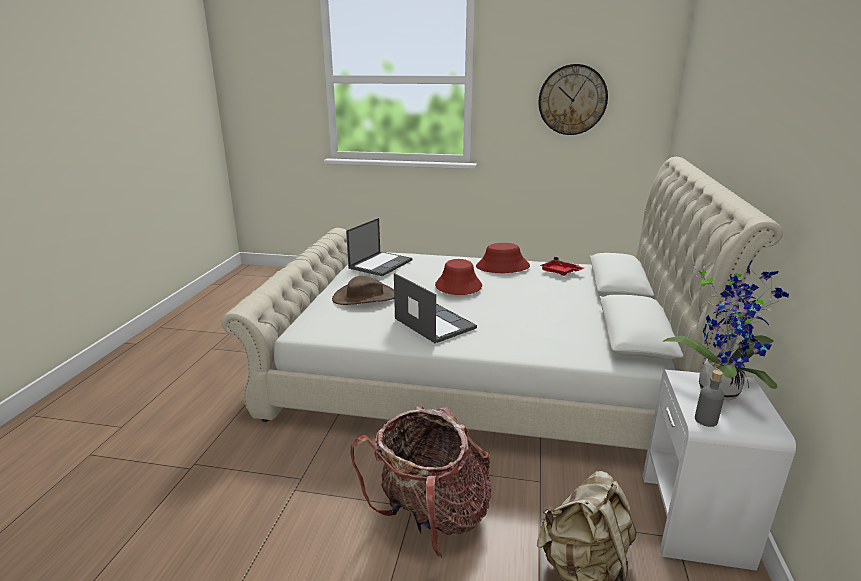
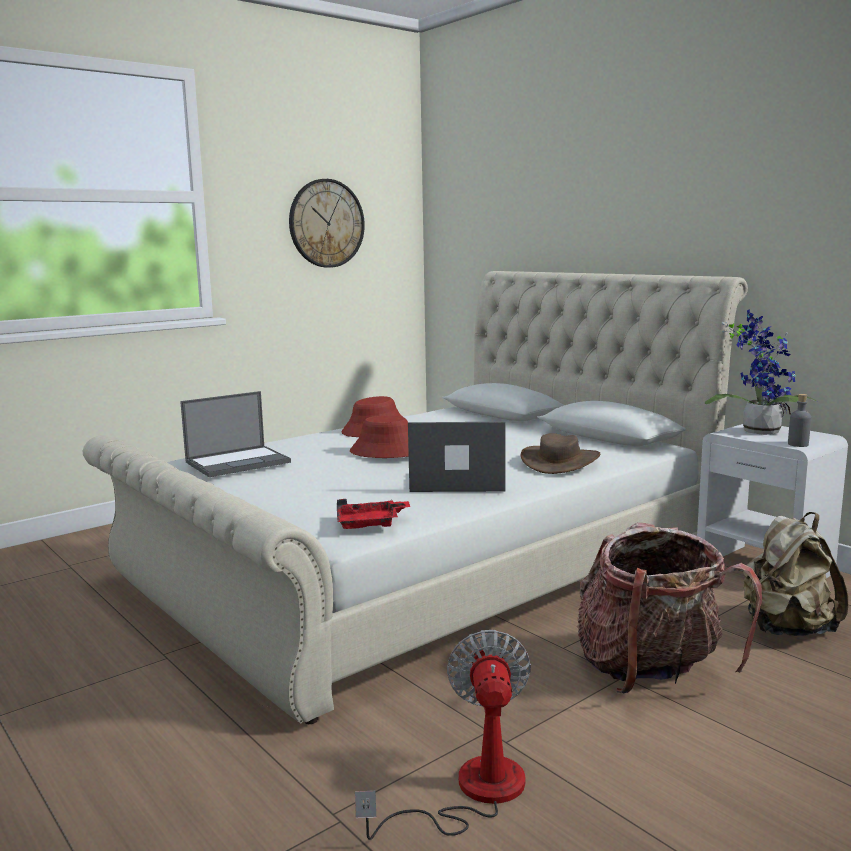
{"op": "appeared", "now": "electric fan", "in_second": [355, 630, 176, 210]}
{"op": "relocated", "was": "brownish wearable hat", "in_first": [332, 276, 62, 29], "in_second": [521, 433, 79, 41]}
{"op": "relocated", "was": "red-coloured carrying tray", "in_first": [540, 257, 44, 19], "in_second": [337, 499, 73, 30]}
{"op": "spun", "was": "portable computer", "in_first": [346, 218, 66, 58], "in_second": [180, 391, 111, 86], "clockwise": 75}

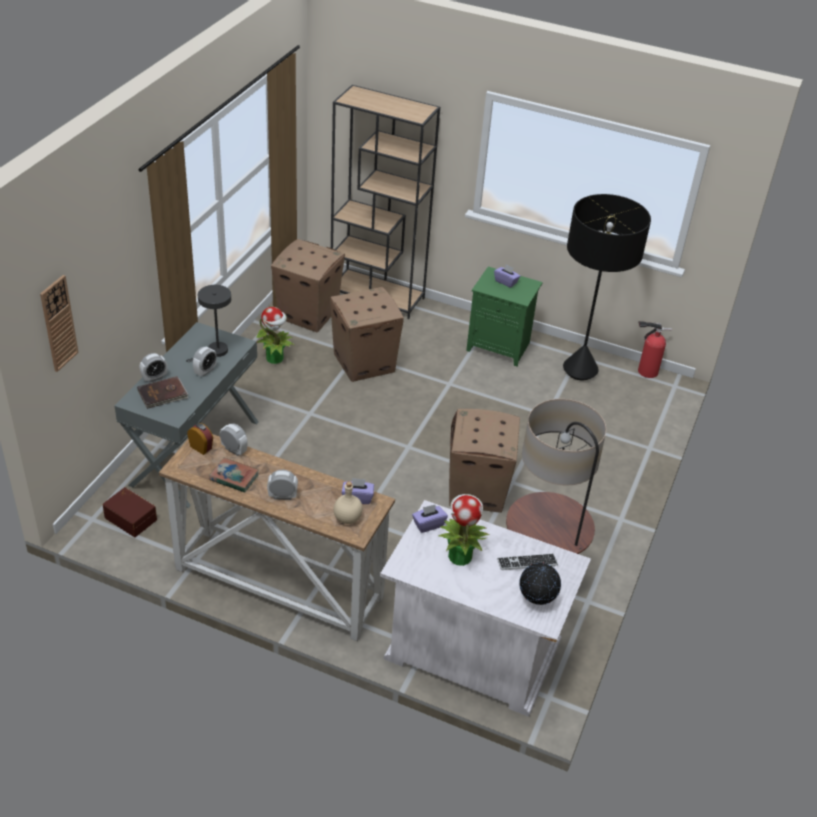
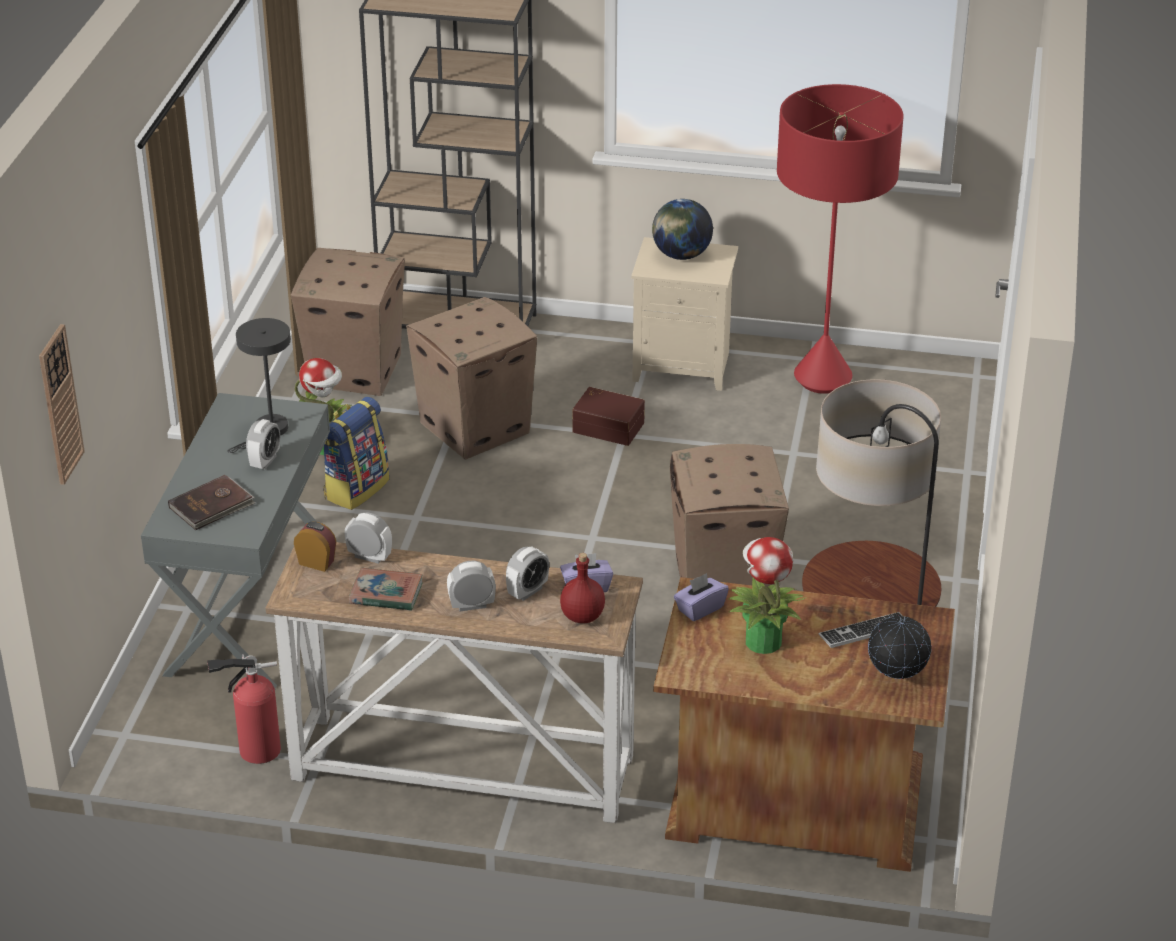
{"op": "appeared", "now": "backpack", "in_second": [323, 397, 66, 113]}
{"op": "relocated", "was": "brownish storage box", "in_first": [102, 487, 55, 50], "in_second": [572, 387, 73, 59]}
{"op": "relocated", "was": "alarm clock", "in_first": [140, 353, 27, 30], "in_second": [506, 546, 43, 55]}
{"op": "relocated", "was": "fire extinguisher", "in_first": [638, 321, 34, 57], "in_second": [207, 654, 74, 110]}
{"op": "exchanged", "was": "purple-coloured tissue holder", "now": "world globe", "in_first": [494, 264, 26, 24], "in_second": [652, 199, 61, 61]}
{"op": "colour", "was": "beige drink bottle", "now": "red-coloured drink bottle", "in_first": [333, 481, 30, 43], "in_second": [560, 553, 45, 70]}
{"op": "colour", "was": "white-coloured cabinet", "now": "brownish cabinet", "in_first": [380, 500, 211, 217], "in_second": [653, 577, 302, 295]}
{"op": "colour", "was": "greenish nightstand", "now": "beige nightstand", "in_first": [466, 266, 77, 101], "in_second": [631, 237, 107, 154]}
{"op": "colour", "was": "black standard lamp", "now": "red-coloured standard lamp", "in_first": [563, 194, 88, 186], "in_second": [777, 84, 127, 310]}

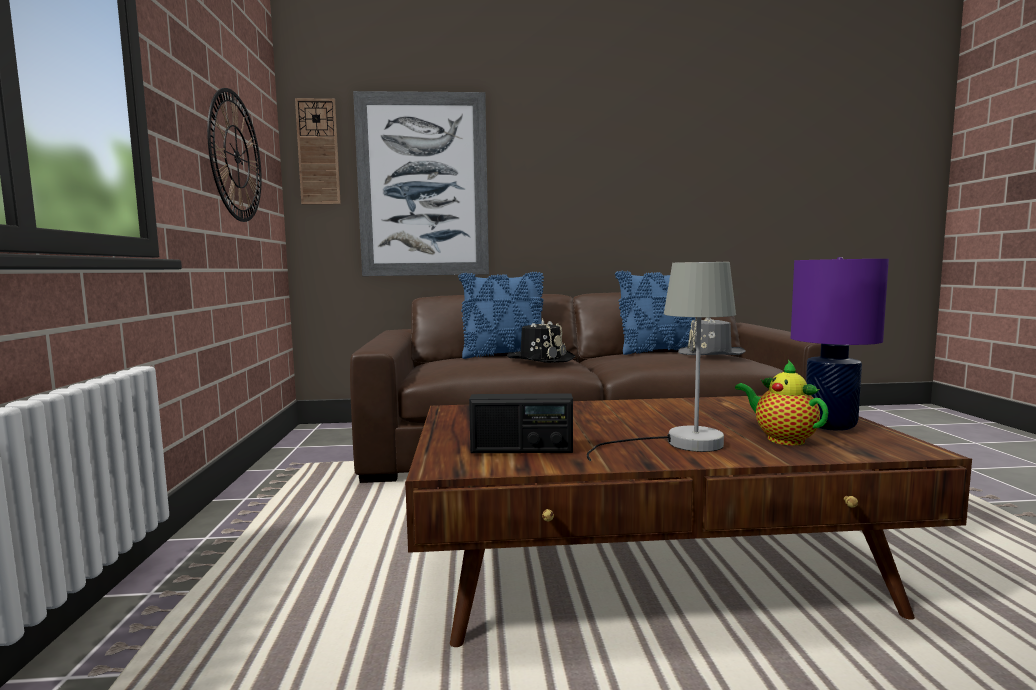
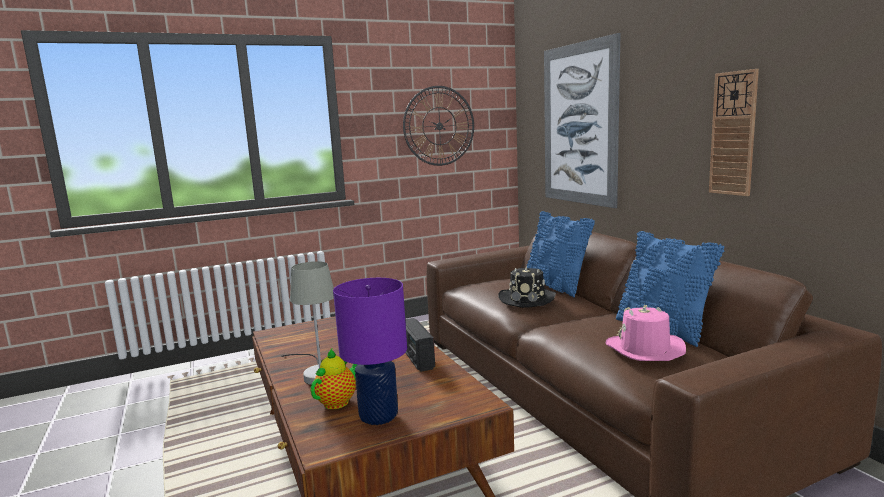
{"op": "relocated", "was": "wall clock", "in_first": [295, 98, 46, 107], "in_second": [709, 69, 50, 127]}
{"op": "relocated", "was": "radio", "in_first": [469, 393, 104, 60], "in_second": [405, 318, 30, 54]}
{"op": "colour", "was": "greyish wearable hat", "now": "pink wearable hat", "in_first": [678, 317, 68, 38], "in_second": [606, 304, 80, 57]}

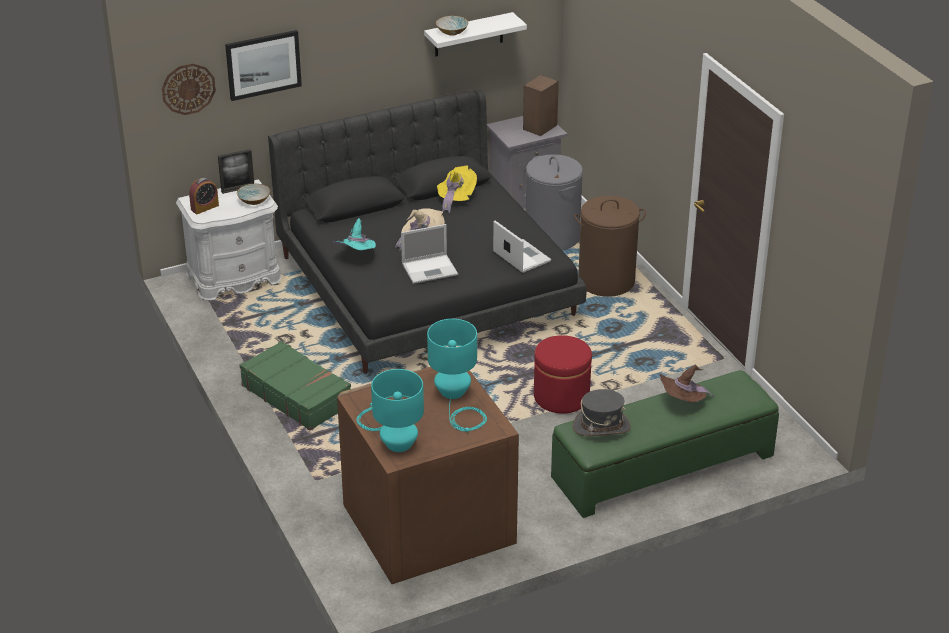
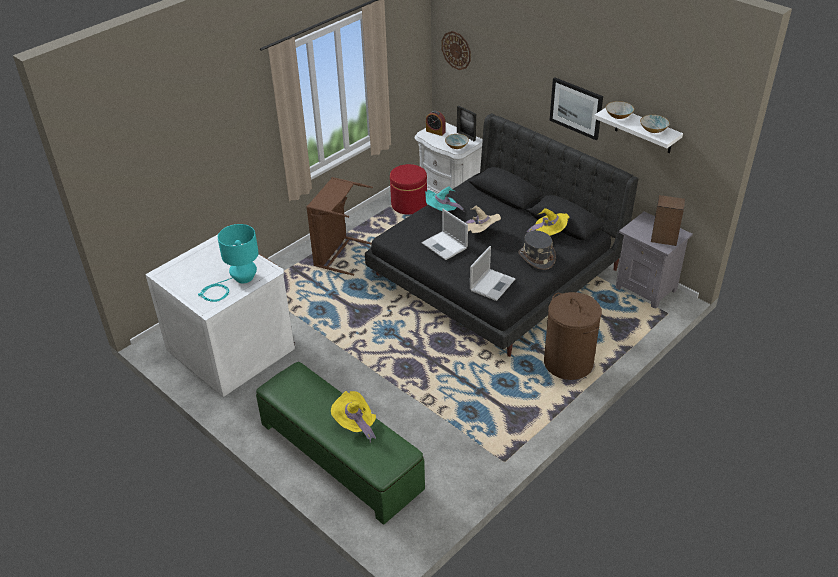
{"op": "missing", "was": "turquoise table lamp", "in_first": [356, 369, 68, 83]}
{"op": "missing", "was": "greyish laundry basket", "in_first": [526, 154, 57, 97]}
{"op": "appeared", "now": "deep dish", "in_second": [640, 115, 30, 18]}
{"op": "relocated", "was": "wall art", "in_first": [225, 30, 77, 71], "in_second": [549, 77, 54, 63]}
{"op": "relocated", "was": "red-coloured footrest", "in_first": [534, 335, 58, 78], "in_second": [390, 164, 37, 51]}
{"op": "relocated", "was": "greyish wearable hat", "in_first": [573, 389, 58, 47], "in_second": [518, 230, 38, 40]}
{"op": "exchanged", "was": "greenish suitcase", "now": "brownish laundry basket", "in_first": [240, 341, 111, 90], "in_second": [306, 177, 67, 99]}
{"op": "colour", "was": "brownish chest of drawers", "now": "white-coloured chest of drawers", "in_first": [337, 367, 182, 217], "in_second": [145, 234, 150, 163]}
{"op": "colour", "was": "brownish wearable hat", "now": "yellow wearable hat", "in_first": [659, 365, 56, 37], "in_second": [331, 391, 45, 51]}

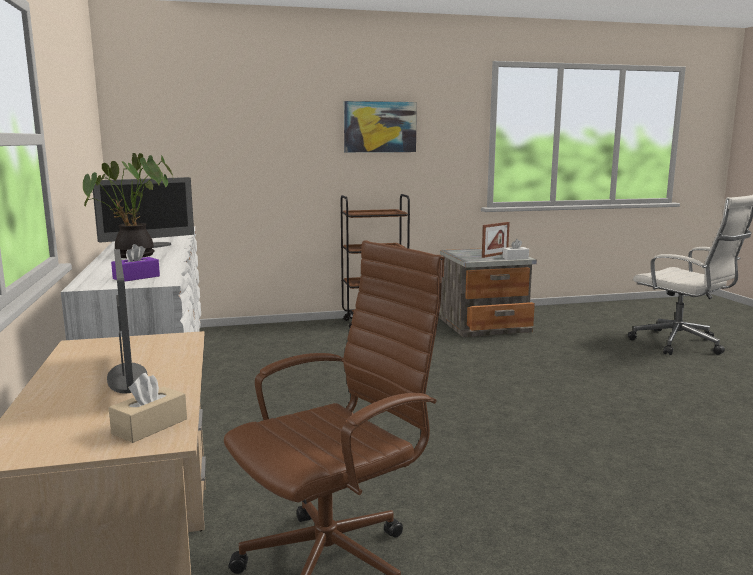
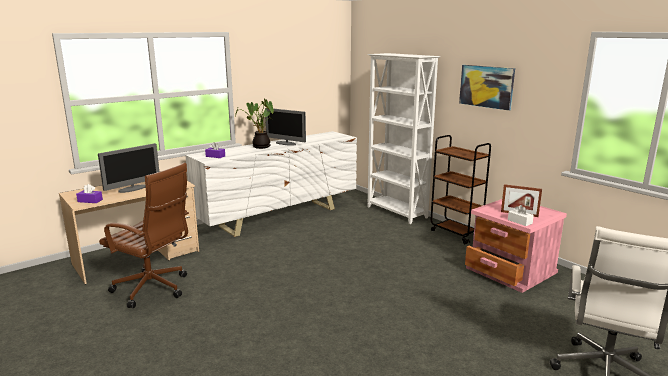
{"op": "appeared", "now": "white-coloured shelving unit", "in_second": [367, 53, 73, 171]}
{"op": "colour", "was": "beige tissue holder", "now": "purple-coloured tissue holder", "in_first": [109, 373, 78, 70], "in_second": [76, 184, 27, 19]}
{"op": "colour", "was": "greyish nightstand", "now": "pink nightstand", "in_first": [439, 248, 98, 89], "in_second": [465, 199, 102, 94]}

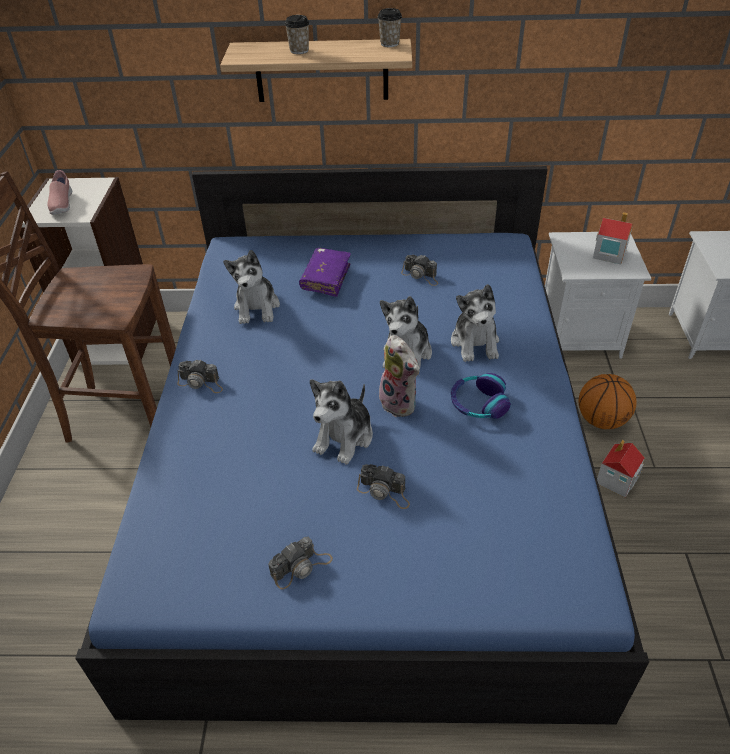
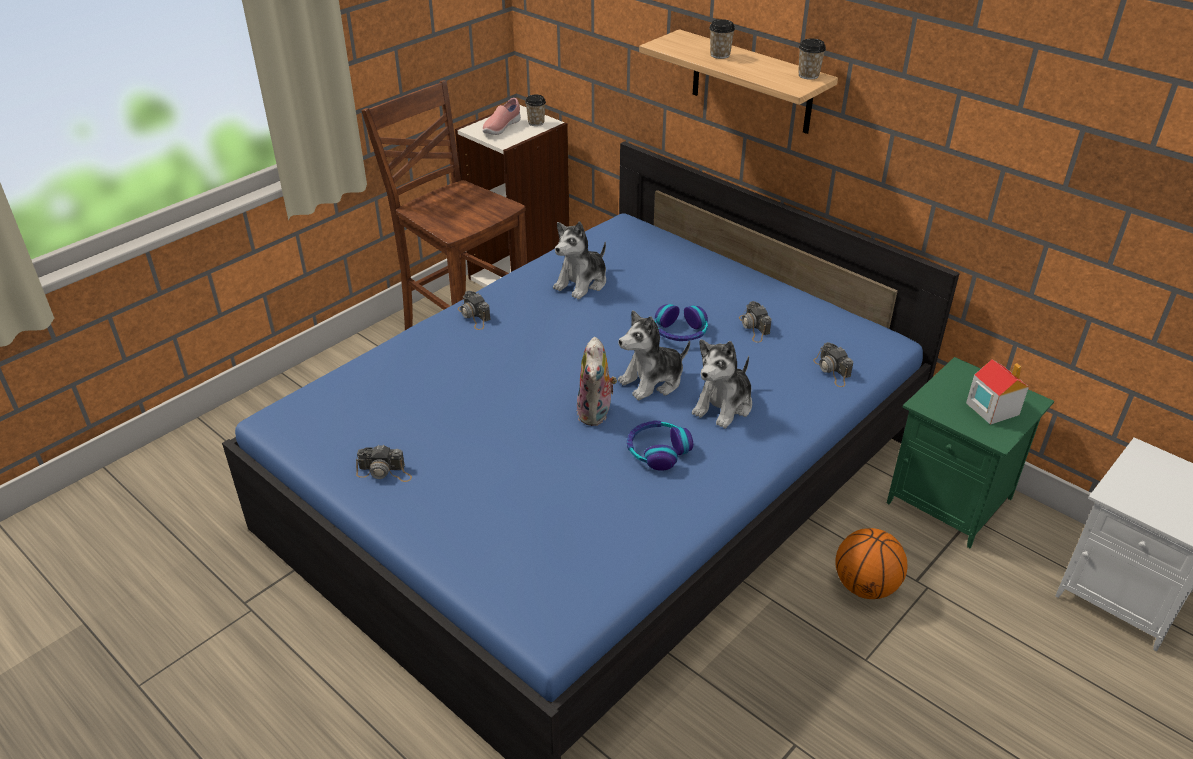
{"op": "missing", "was": "purple-coloured volume", "in_first": [299, 248, 52, 49]}
{"op": "missing", "was": "cuddly toy", "in_first": [310, 379, 63, 86]}
{"op": "missing", "was": "model house", "in_first": [597, 440, 48, 57]}
{"op": "appeared", "now": "drinking cup", "in_second": [525, 95, 21, 31]}
{"op": "appeared", "now": "headphones", "in_second": [655, 304, 53, 37]}
{"op": "relocated", "was": "photo camera", "in_first": [357, 464, 53, 45], "in_second": [813, 342, 40, 45]}
{"op": "colour", "was": "greyish nightstand", "now": "greenish nightstand", "in_first": [545, 232, 107, 127], "in_second": [887, 357, 167, 191]}

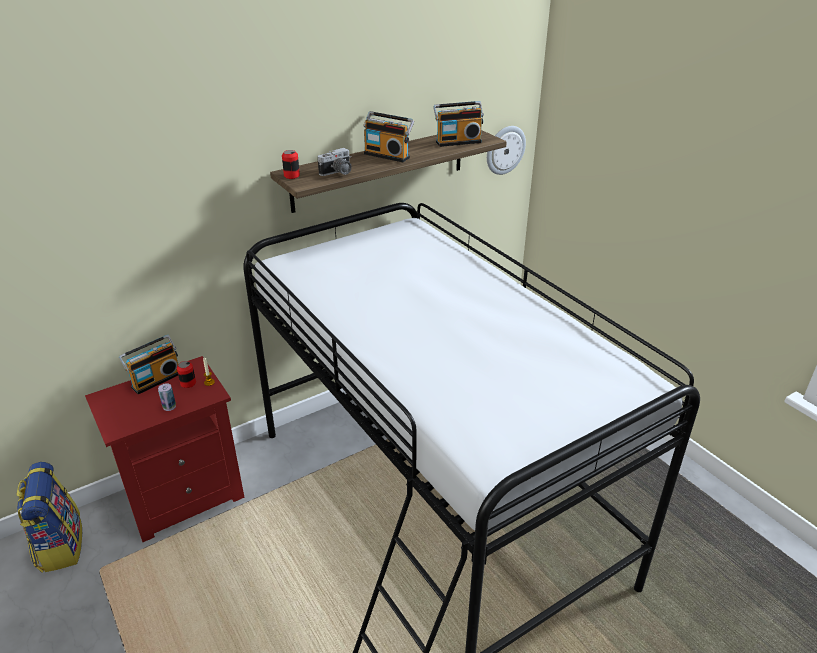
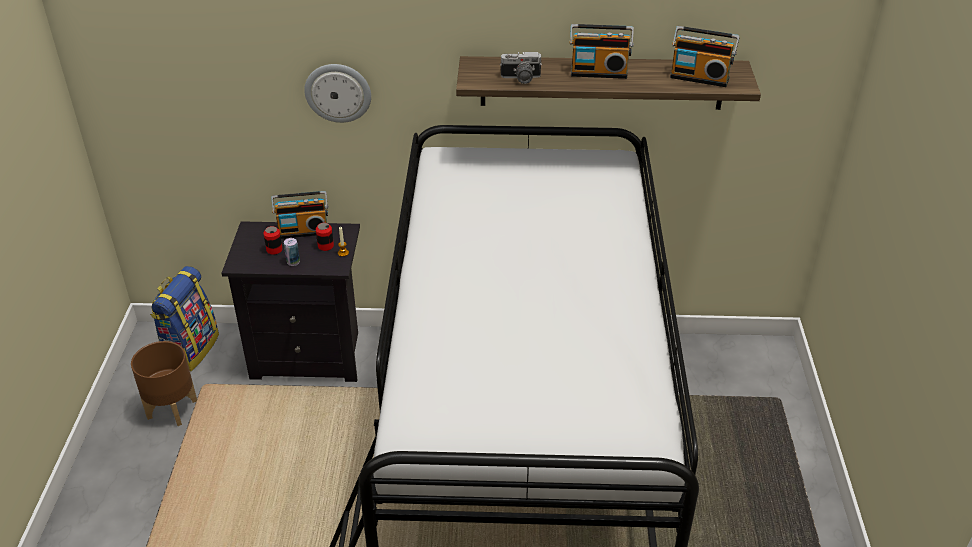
{"op": "appeared", "now": "brownish plant pot", "in_second": [131, 341, 66, 85]}
{"op": "relocated", "was": "sealed can", "in_first": [282, 150, 18, 29], "in_second": [263, 226, 20, 29]}
{"op": "relocated", "was": "wall clock", "in_first": [487, 126, 39, 49], "in_second": [304, 64, 67, 59]}
{"op": "colour", "was": "red-coloured nightstand", "now": "black nightstand", "in_first": [85, 356, 159, 186], "in_second": [221, 221, 139, 161]}
{"op": "spun", "was": "radio", "in_first": [364, 111, 50, 51], "in_second": [569, 24, 65, 55], "clockwise": -60}

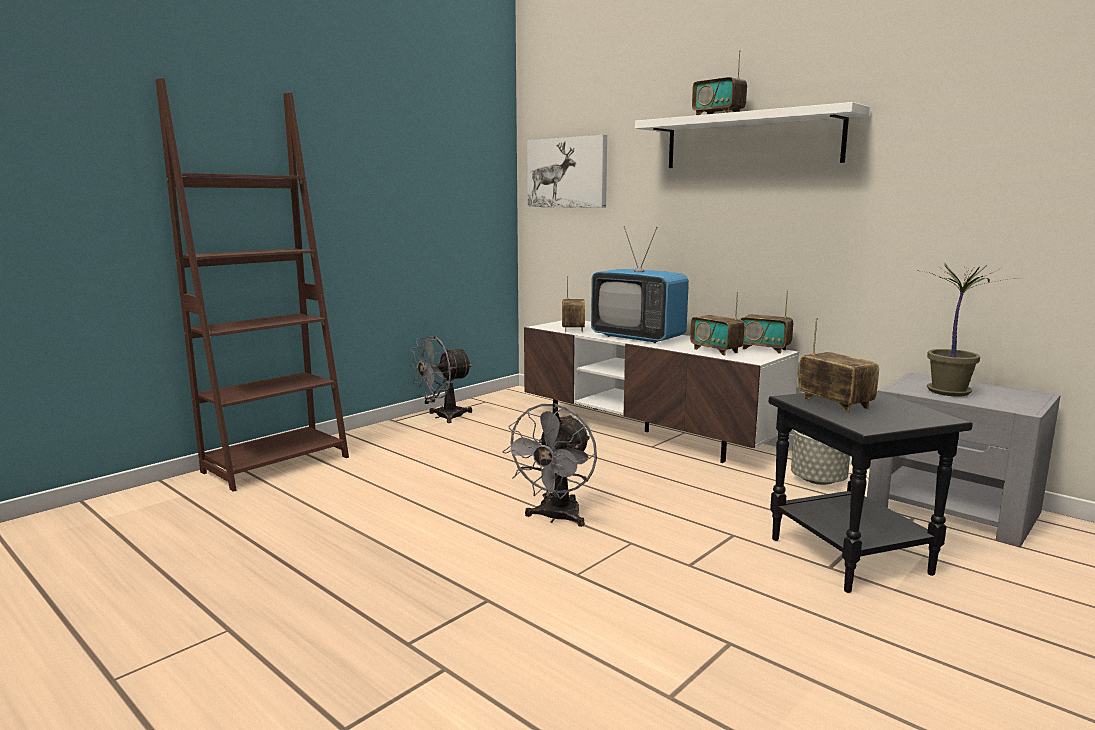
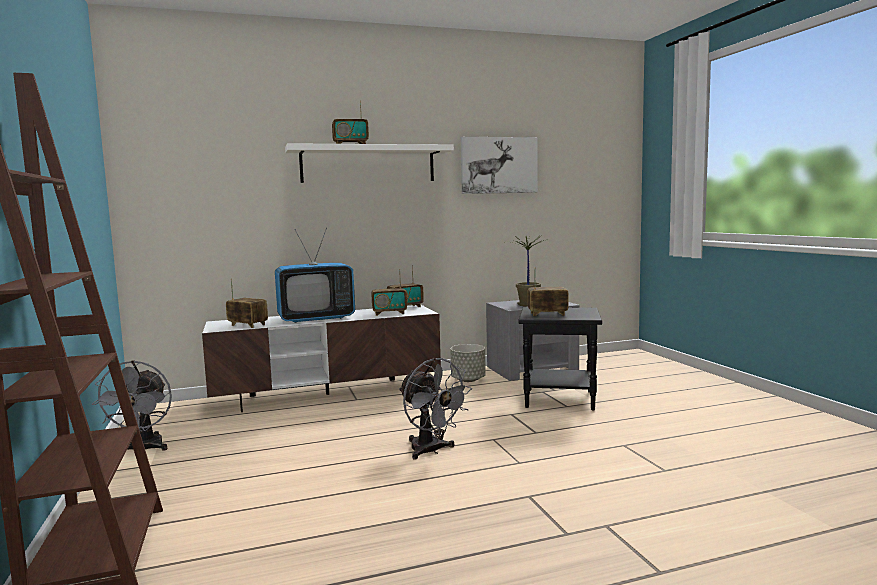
{"op": "relocated", "was": "wall art", "in_first": [527, 135, 80, 73], "in_second": [461, 137, 77, 57]}

